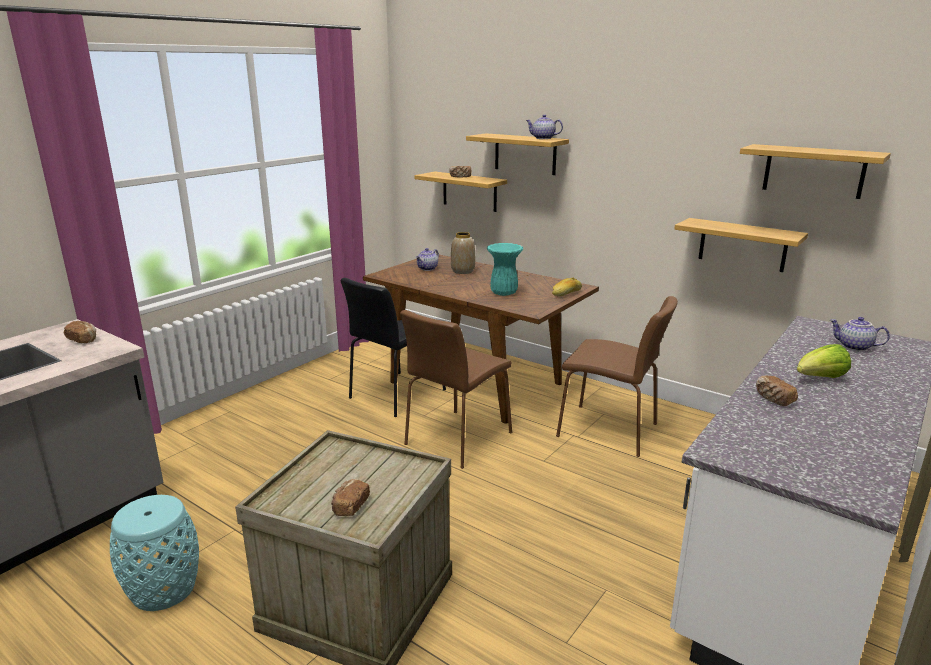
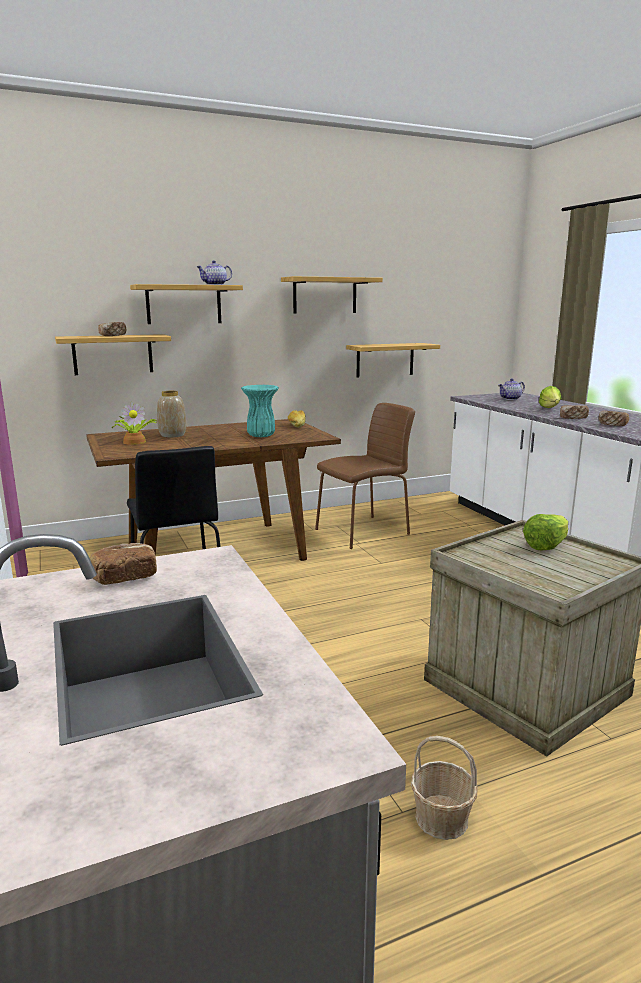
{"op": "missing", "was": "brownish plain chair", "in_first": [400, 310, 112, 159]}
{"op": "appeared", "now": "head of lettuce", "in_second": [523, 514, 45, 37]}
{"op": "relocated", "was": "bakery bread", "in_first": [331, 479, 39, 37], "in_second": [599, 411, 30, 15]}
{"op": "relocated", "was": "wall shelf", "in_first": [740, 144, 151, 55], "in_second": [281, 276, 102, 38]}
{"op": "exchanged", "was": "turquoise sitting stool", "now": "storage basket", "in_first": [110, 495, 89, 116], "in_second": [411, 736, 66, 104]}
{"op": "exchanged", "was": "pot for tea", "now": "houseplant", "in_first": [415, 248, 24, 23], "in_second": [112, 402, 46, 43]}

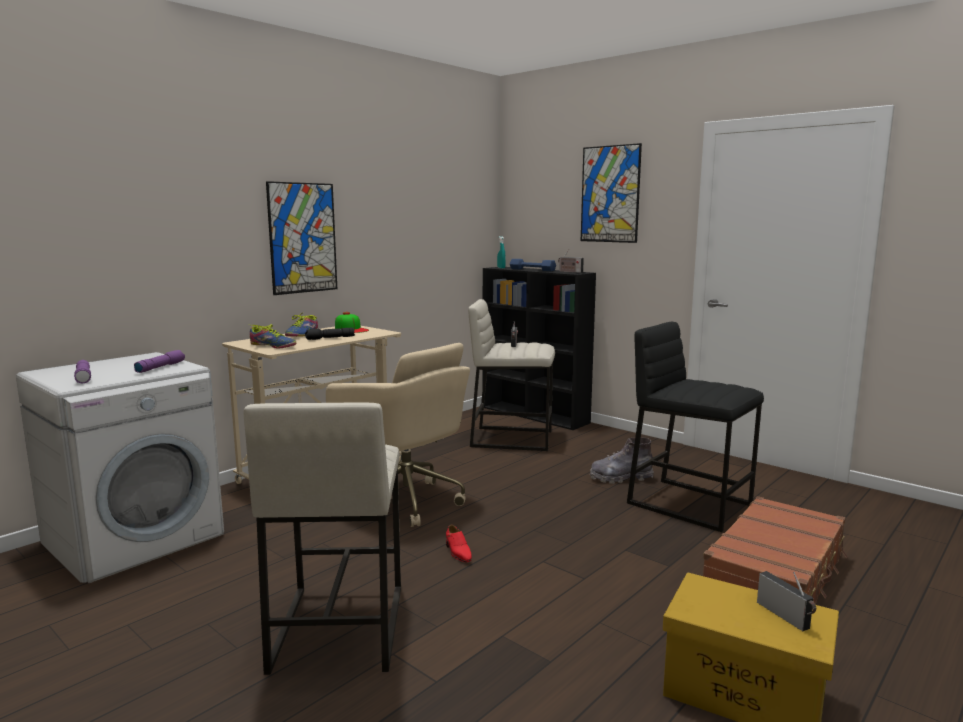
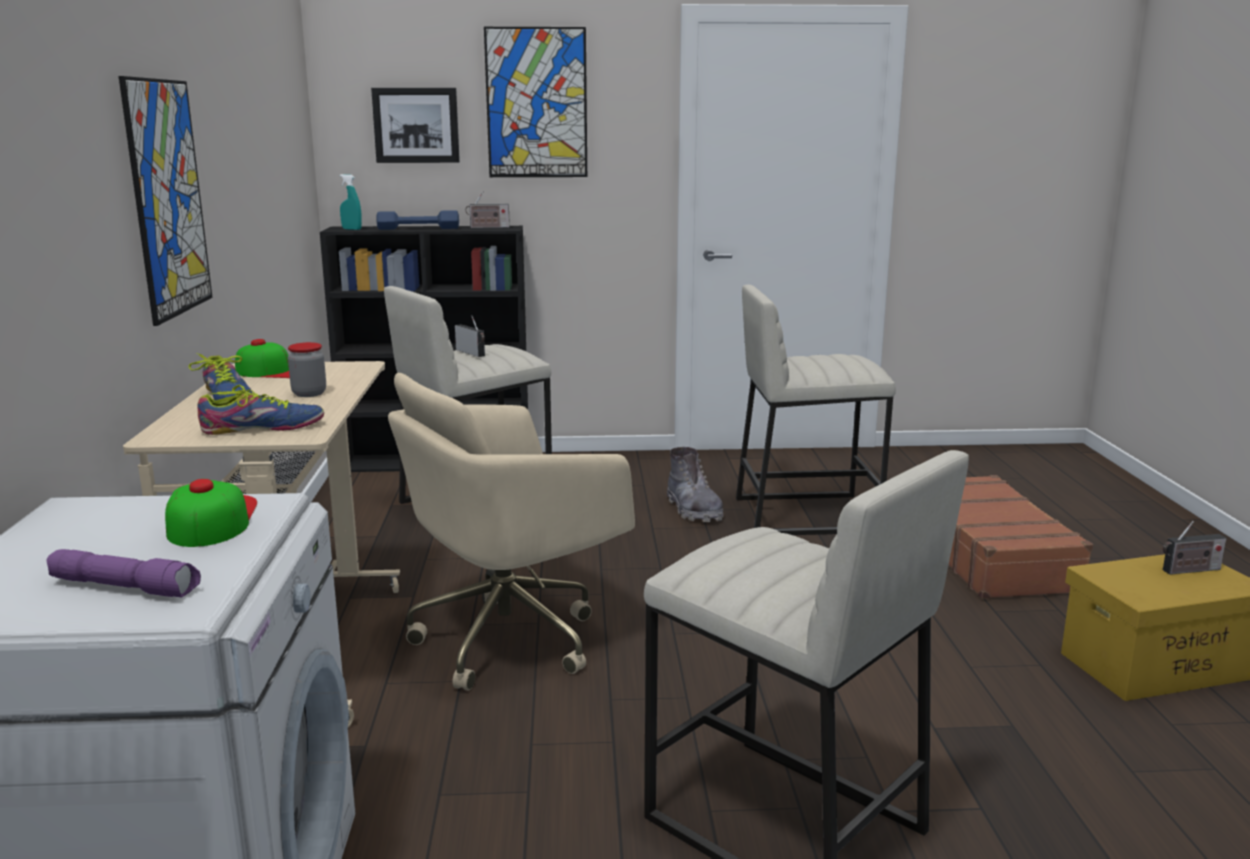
{"op": "missing", "was": "red-coloured shoe", "in_first": [446, 525, 26, 37]}
{"op": "appeared", "now": "wall art", "in_second": [371, 88, 89, 75]}
{"op": "exchanged", "was": "purple-coloured torch", "now": "baseball cap", "in_first": [134, 350, 51, 23], "in_second": [165, 479, 92, 68]}
{"op": "exchanged", "was": "black torch", "now": "storage jar", "in_first": [305, 328, 50, 12], "in_second": [288, 342, 38, 55]}
{"op": "colour", "was": "black sitting stool", "now": "beige sitting stool", "in_first": [627, 322, 137, 210], "in_second": [736, 285, 160, 250]}
{"op": "spun", "was": "beige desk chair", "in_first": [326, 343, 144, 184], "in_second": [388, 373, 247, 317], "clockwise": 150}
{"op": "spun", "was": "greyish tall boot", "in_first": [590, 438, 64, 46], "in_second": [667, 447, 57, 75], "clockwise": -60}
{"op": "spun", "was": "radio", "in_first": [757, 571, 59, 60], "in_second": [1163, 521, 64, 54], "clockwise": 150}

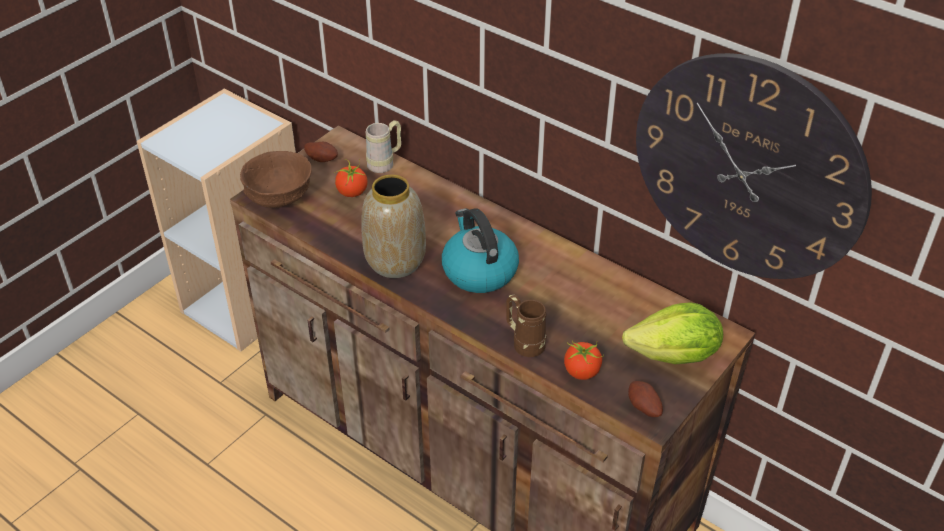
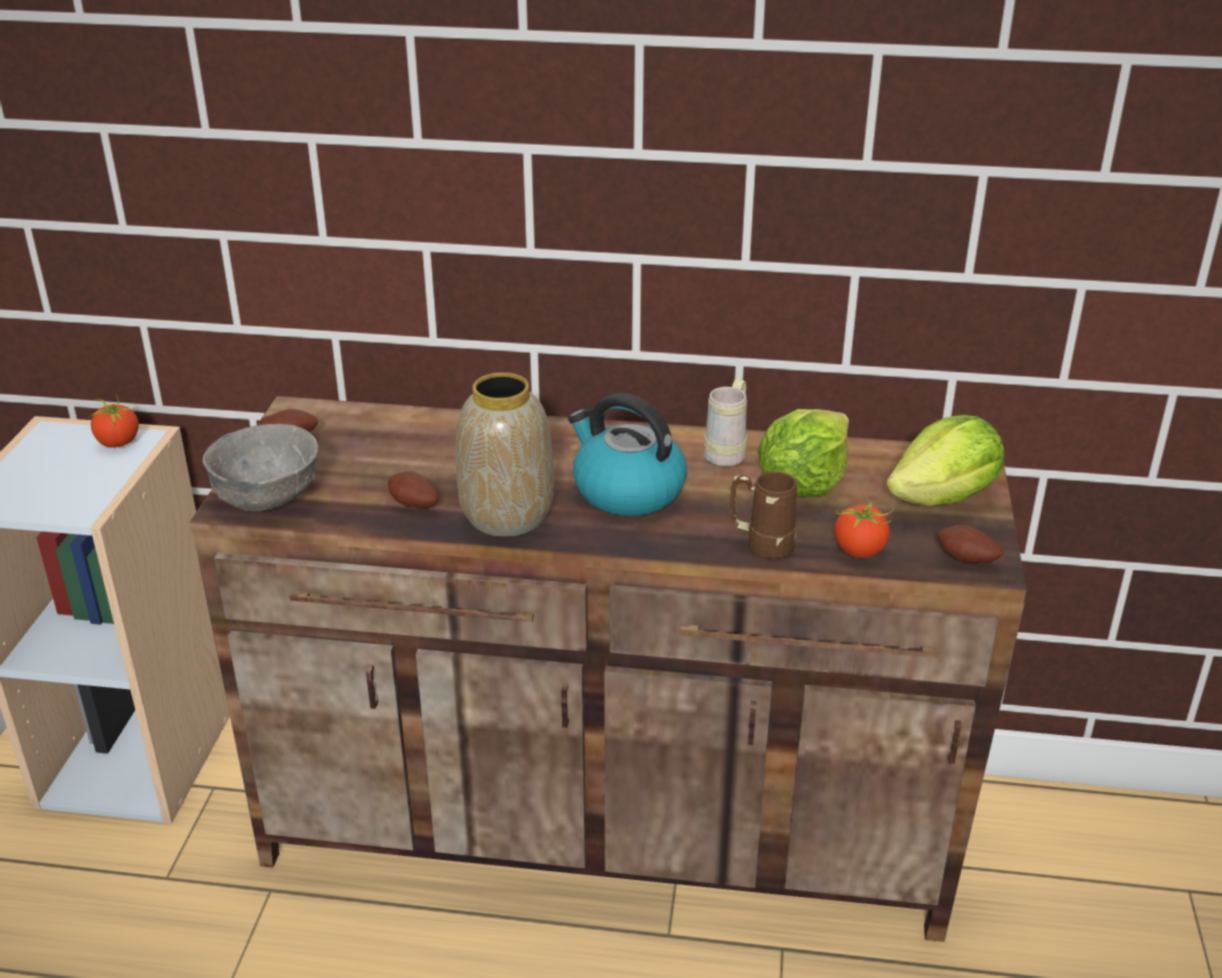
{"op": "missing", "was": "wall clock", "in_first": [636, 53, 236, 226]}
{"op": "appeared", "now": "spud", "in_second": [388, 471, 51, 38]}
{"op": "appeared", "now": "head of lettuce", "in_second": [758, 409, 91, 88]}
{"op": "relocated", "was": "tomato", "in_first": [335, 159, 33, 38], "in_second": [88, 395, 51, 53]}
{"op": "relocated", "was": "beige tea mug", "in_first": [366, 120, 35, 53], "in_second": [704, 379, 43, 88]}
{"op": "colour", "was": "brownish deep dish", "now": "greyish deep dish", "in_first": [240, 151, 72, 57], "in_second": [202, 424, 116, 87]}

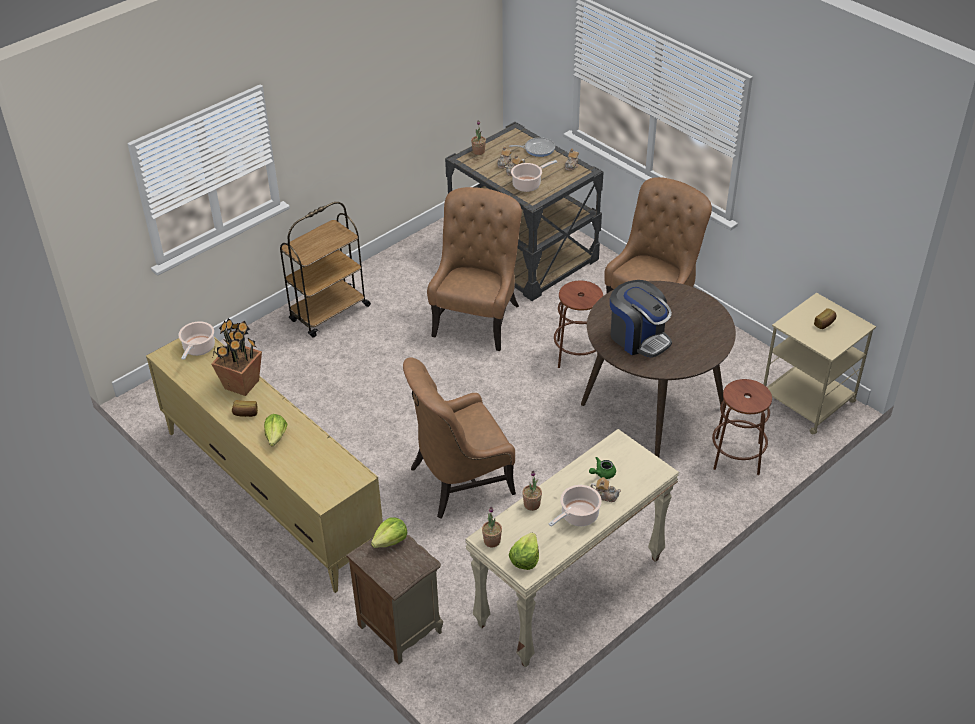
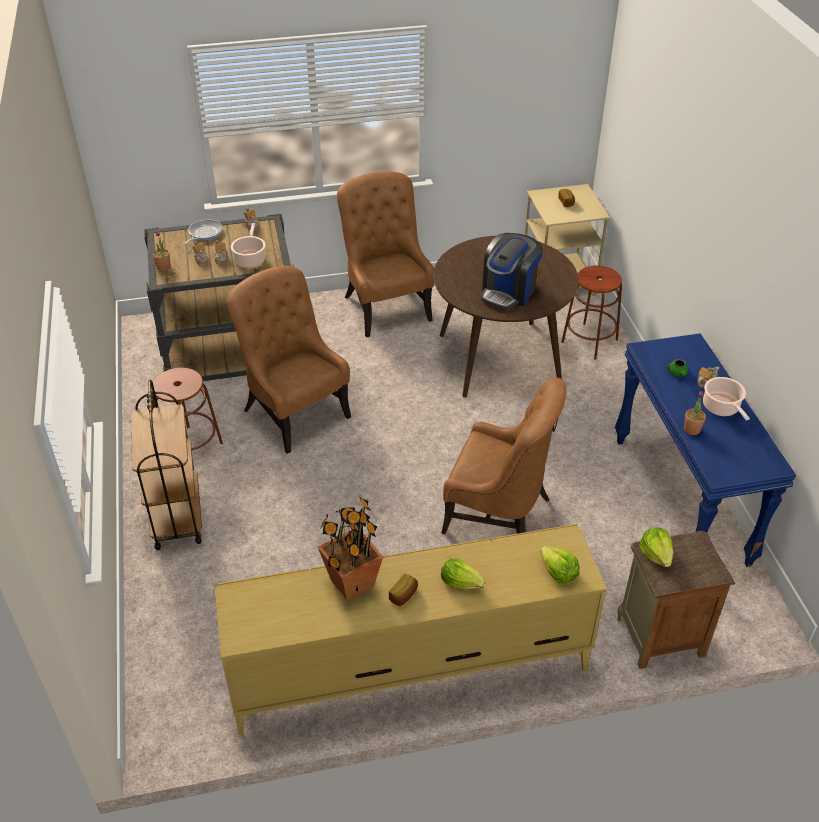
{"op": "missing", "was": "cooking pot", "in_first": [179, 321, 36, 39]}
{"op": "missing", "was": "houseplant", "in_first": [482, 507, 20, 40]}
{"op": "relocated", "was": "head of lettuce", "in_first": [509, 533, 30, 37], "in_second": [540, 546, 40, 38]}
{"op": "relocated", "was": "brownish sitting stool", "in_first": [554, 281, 49, 87], "in_second": [153, 368, 70, 103]}
{"op": "colour", "was": "beige console table", "now": "blue console table", "in_first": [465, 429, 214, 239], "in_second": [615, 333, 181, 234]}
{"op": "spun", "was": "brownish plain chair", "in_first": [403, 357, 113, 162], "in_second": [441, 377, 125, 158], "clockwise": -75}
{"op": "spun", "was": "coffee brewer", "in_first": [610, 280, 62, 78], "in_second": [481, 233, 62, 77], "clockwise": 135}

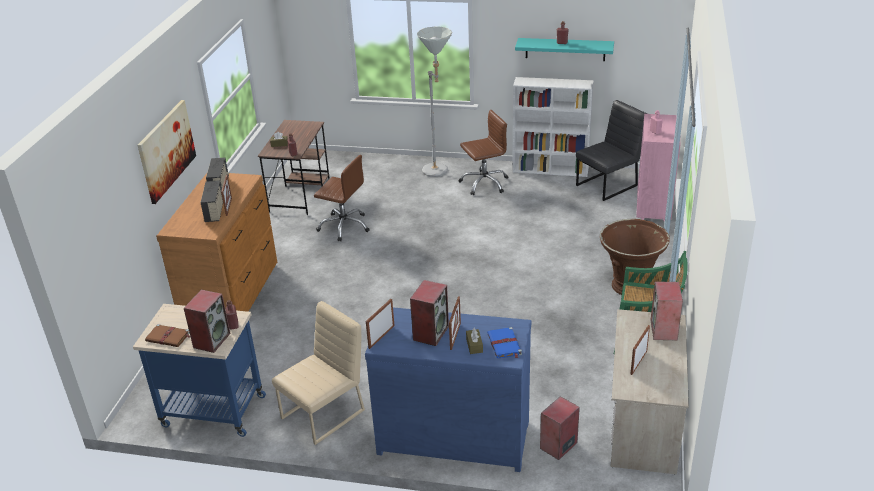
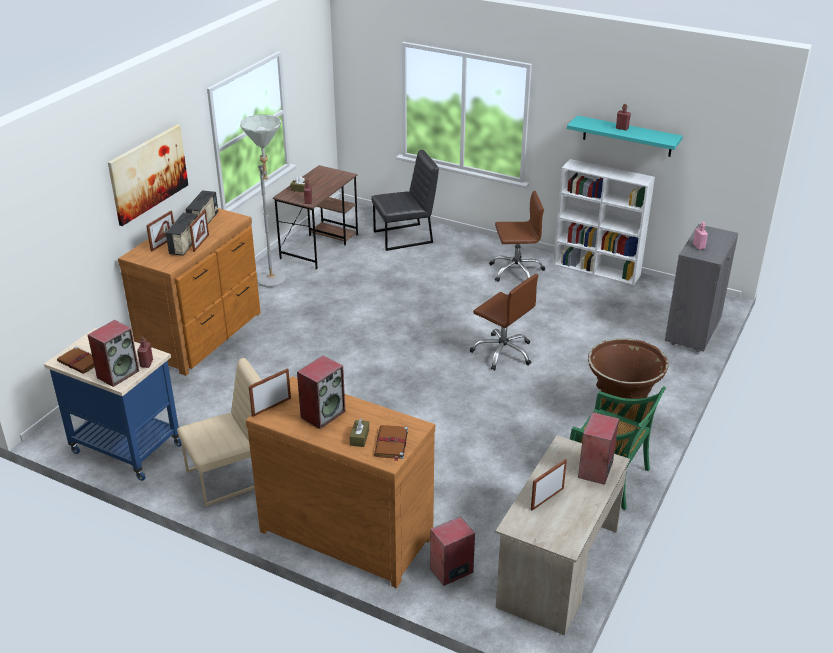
{"op": "relocated", "was": "brownish desk chair", "in_first": [314, 155, 56, 86], "in_second": [470, 274, 69, 96]}
{"op": "relocated", "was": "greyish standard lamp", "in_first": [417, 26, 35, 151], "in_second": [240, 115, 47, 172]}
{"op": "relocated", "was": "photo frame", "in_first": [449, 297, 12, 53], "in_second": [146, 211, 28, 41]}
{"op": "relocated", "was": "greyish plain chair", "in_first": [576, 100, 71, 101], "in_second": [371, 150, 68, 101]}
{"op": "colour", "was": "blue chest of drawers", "now": "brownish chest of drawers", "in_first": [365, 307, 166, 165], "in_second": [246, 376, 189, 212]}
{"op": "colour", "was": "blue volume", "now": "brownish volume", "in_first": [487, 327, 35, 31], "in_second": [374, 425, 34, 36]}
{"op": "colour", "was": "pink cabinet", "now": "greyish cabinet", "in_first": [636, 114, 45, 107], "in_second": [665, 224, 73, 128]}

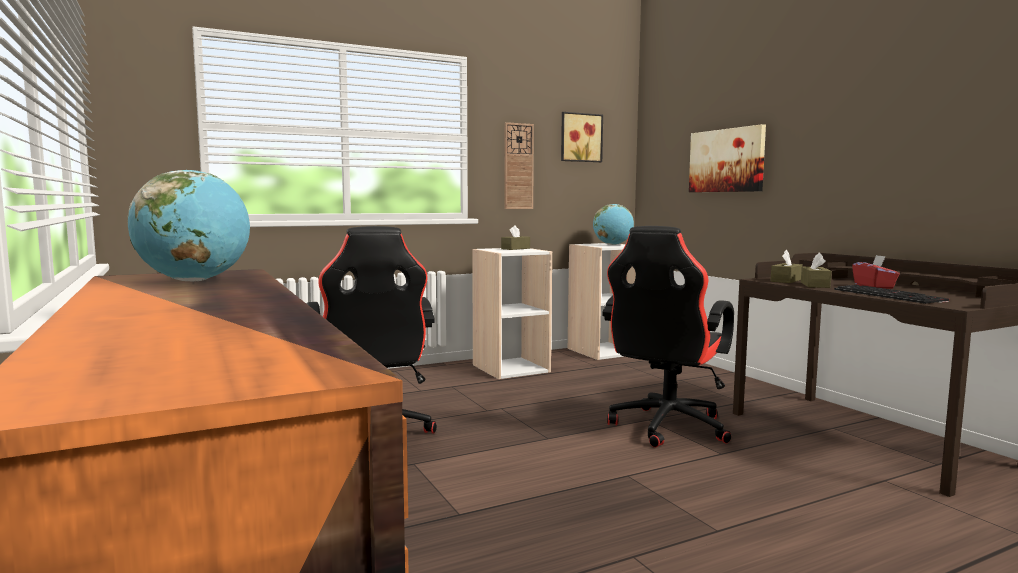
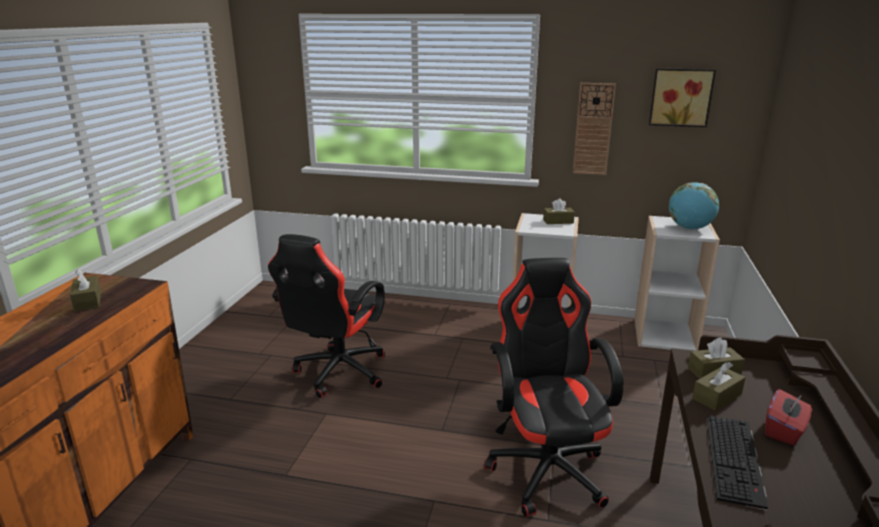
{"op": "missing", "was": "wall art", "in_first": [689, 124, 77, 68]}
{"op": "exchanged", "was": "world globe", "now": "brownish tissue holder", "in_first": [127, 170, 123, 112], "in_second": [70, 269, 31, 43]}
{"op": "spun", "was": "black desk chair", "in_first": [602, 226, 132, 221], "in_second": [484, 258, 140, 259], "clockwise": 105}

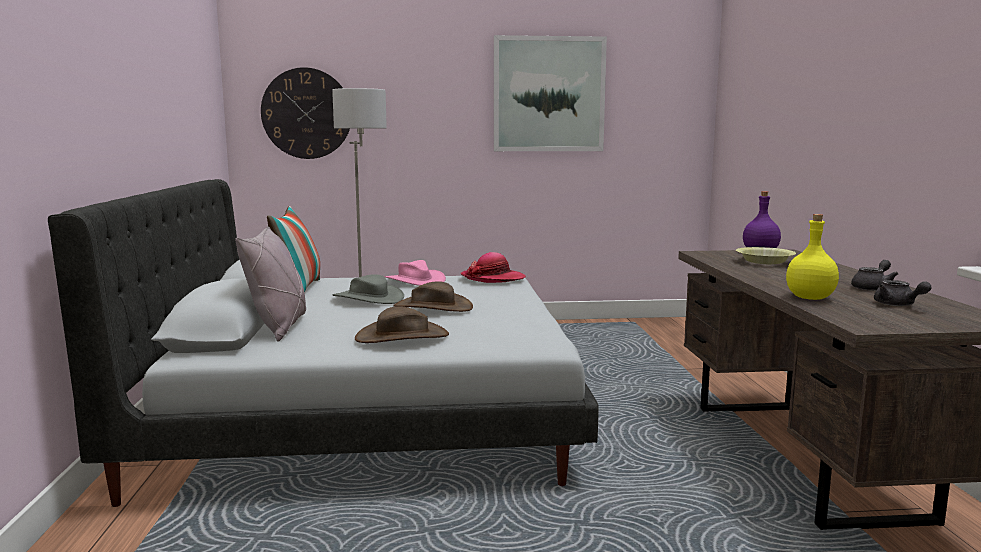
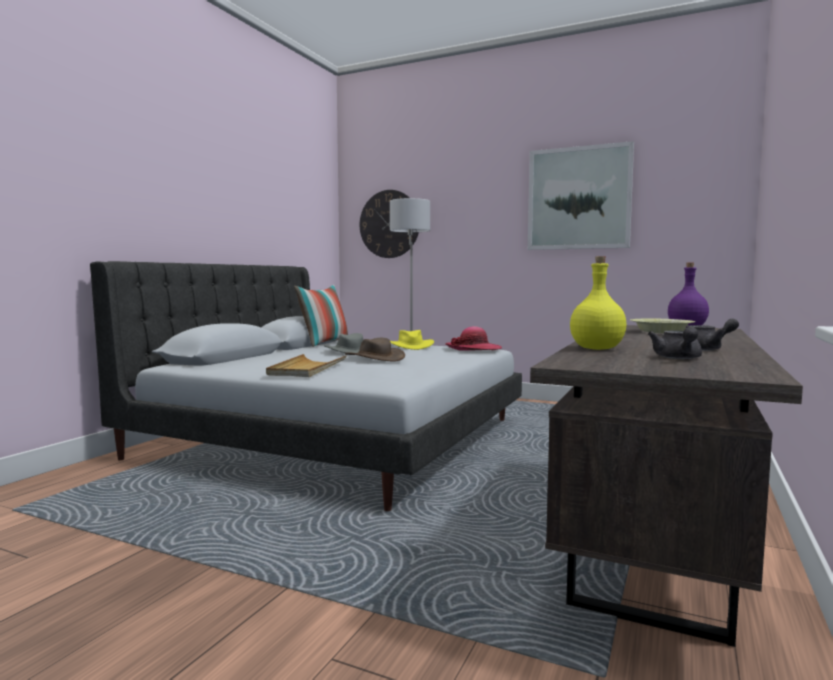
{"op": "missing", "was": "purple-coloured cushion", "in_first": [235, 226, 71, 116]}
{"op": "exchanged", "was": "brownish wearable hat", "now": "beige carrying tray", "in_first": [355, 307, 94, 36], "in_second": [266, 354, 81, 23]}
{"op": "colour", "was": "pink wearable hat", "now": "yellow wearable hat", "in_first": [385, 260, 61, 26], "in_second": [390, 330, 44, 20]}

